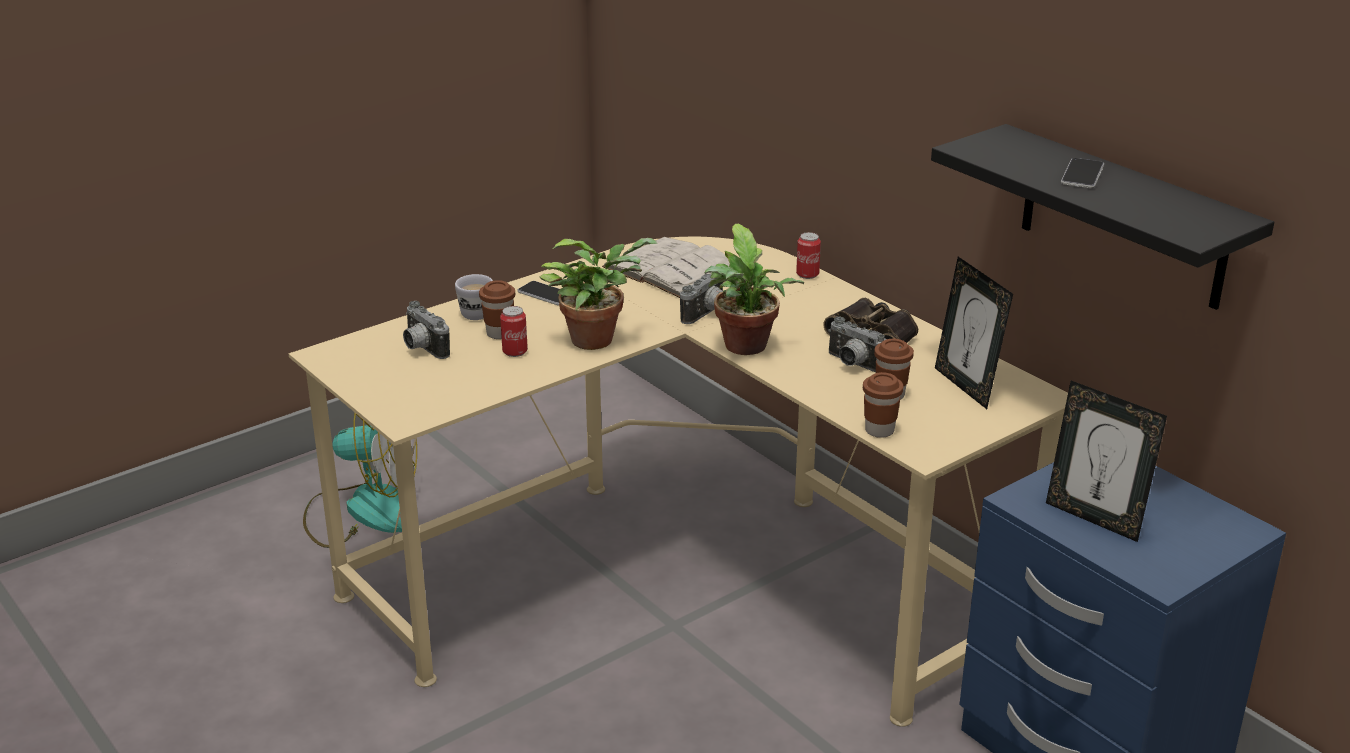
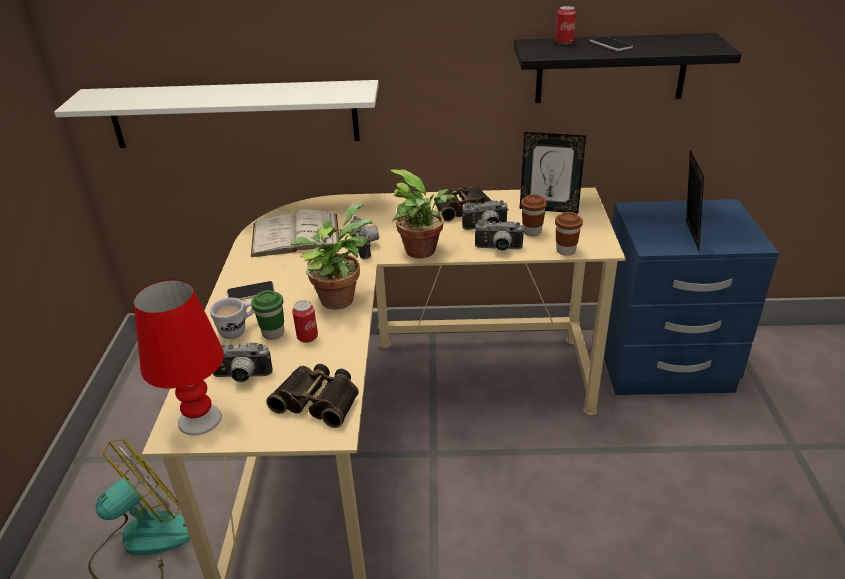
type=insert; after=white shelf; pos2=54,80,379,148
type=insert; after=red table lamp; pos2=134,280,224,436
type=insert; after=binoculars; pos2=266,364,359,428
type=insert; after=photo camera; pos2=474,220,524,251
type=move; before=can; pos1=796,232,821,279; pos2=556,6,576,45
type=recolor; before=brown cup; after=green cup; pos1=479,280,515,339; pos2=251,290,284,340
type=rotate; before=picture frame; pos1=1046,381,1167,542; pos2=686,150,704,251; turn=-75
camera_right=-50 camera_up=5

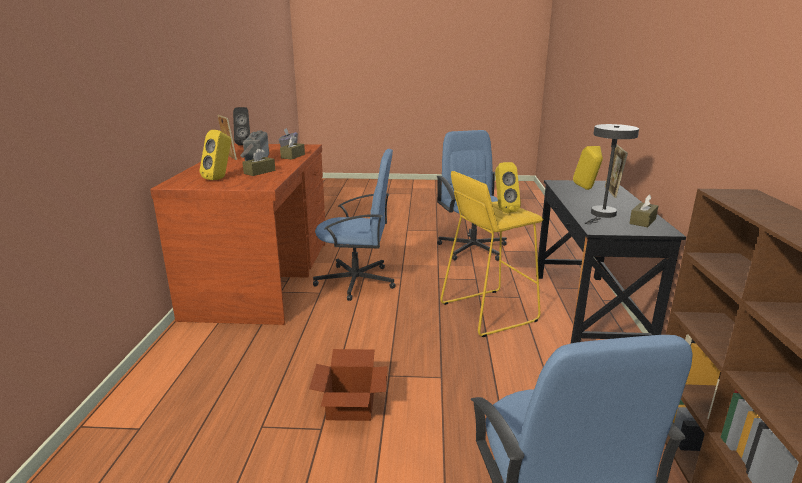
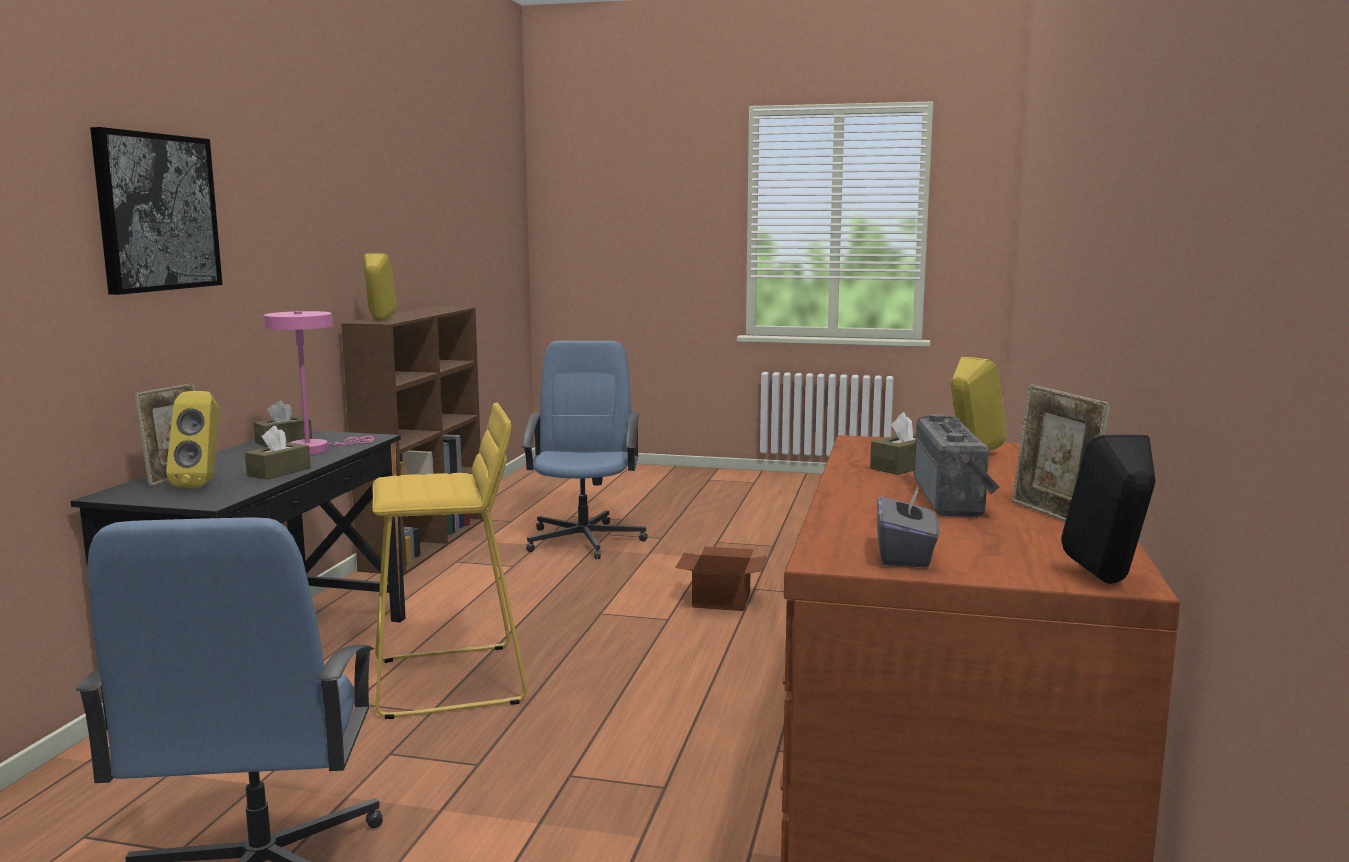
type=delete; before=blue office chair; pos1=313,149,396,301
type=insert; after=picture; pos2=90,127,222,295
type=move; before=brown tissue box; pos1=280,135,305,159; pos2=245,426,311,480
type=move; before=yellow speaker; pos1=495,162,521,213; pos2=363,253,397,321
type=recolor; before=grey table lamp; after=pink table lamp; pos1=585,124,639,224; pos2=264,311,374,455
camera_right=-170 camera_up=-10

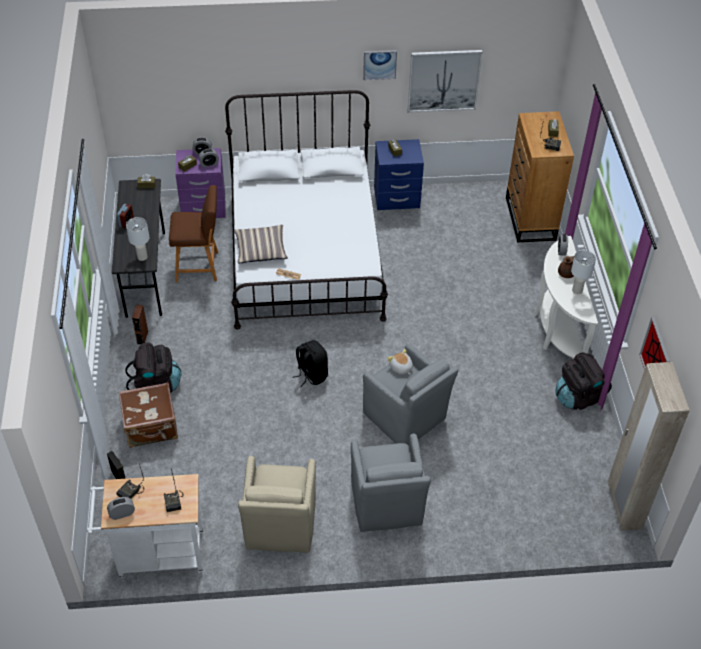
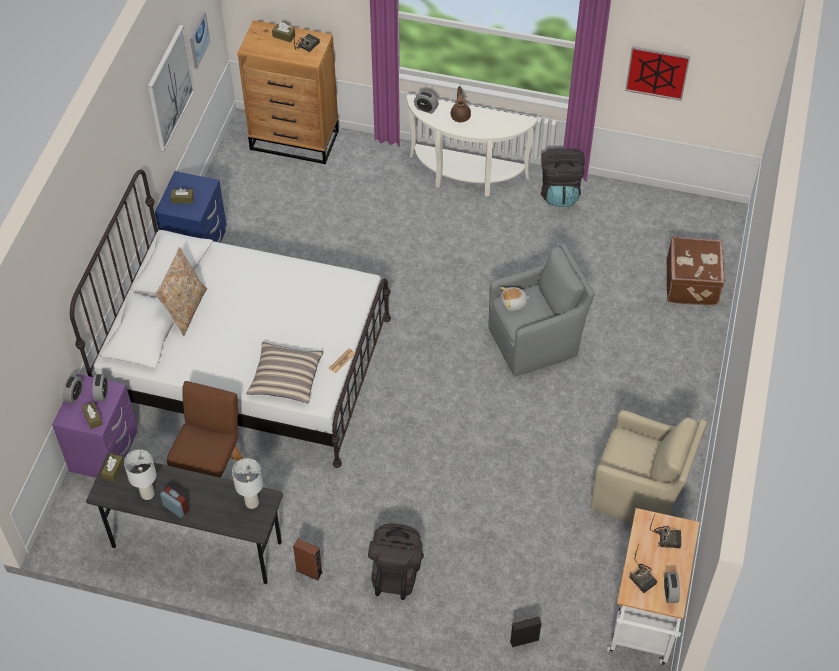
type=delete; before=black backpack; pos1=293,340,328,387
type=delete; before=grey armchair; pos1=351,433,431,532
type=delete; before=beige wardrobe; pos1=608,362,690,531
type=insert; after=beige pillow; pos2=155,247,207,336
type=move; before=brown suitcase; pos1=119,382,178,448; pos2=666,237,726,306
type=move; before=picture; pos1=363,50,397,80; pos2=190,12,210,69
type=move; before=white table lamp; pos1=571,250,596,294; pos2=124,450,156,500
camera_right=-70 camera_up=5

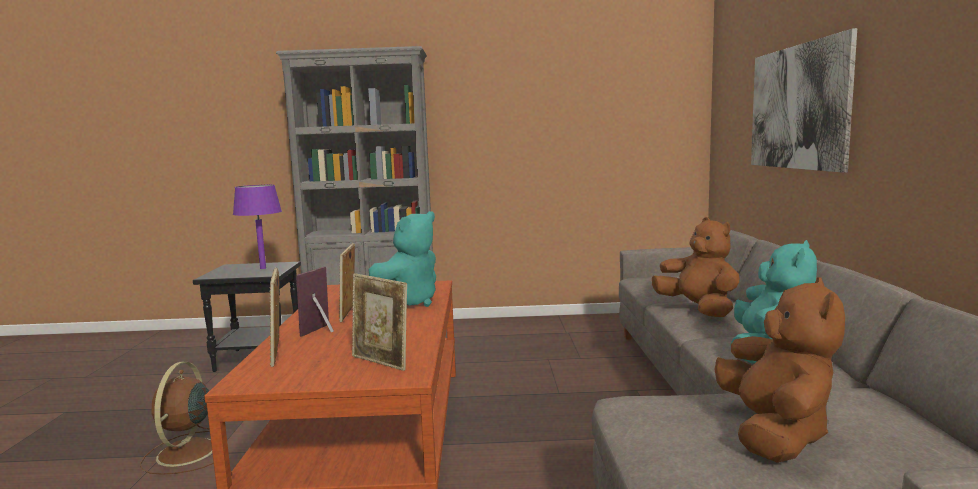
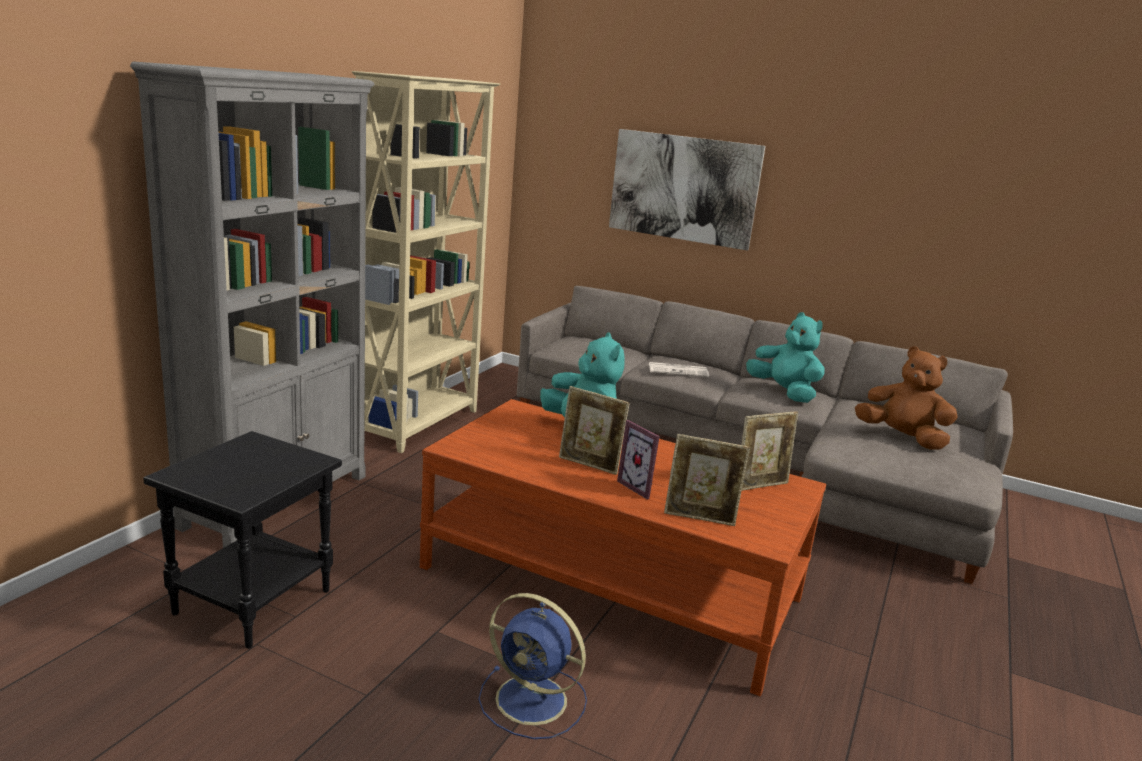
type=delete; before=purple table lamp; pos1=233,185,282,269
type=insert; after=beige bookcase; pos2=352,71,501,453
type=replace; before=brown plush toy; after=newspaper; pos1=652,217,740,317; pos2=649,362,709,378
type=recolor; before=brown fan; after=blue fan; pos1=140,362,214,475; pos2=478,593,587,739
camera_right=-65 camera_up=10

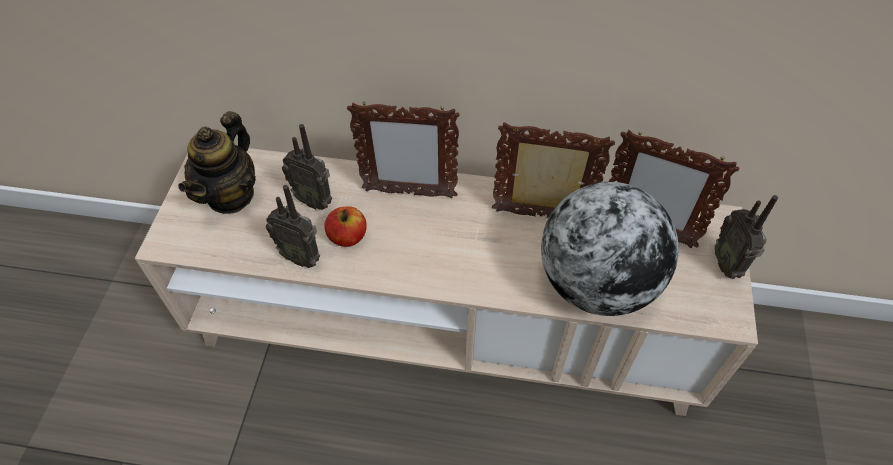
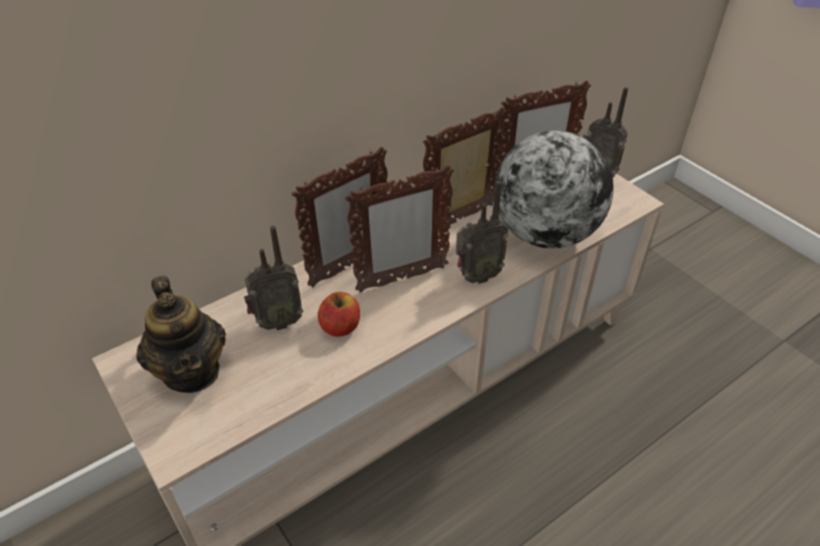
type=insert; after=picture frame; pos2=345,165,454,293
type=move; before=radio; pos1=266,185,320,268; pos2=456,181,508,284
camera_right=-45 camera_up=-10

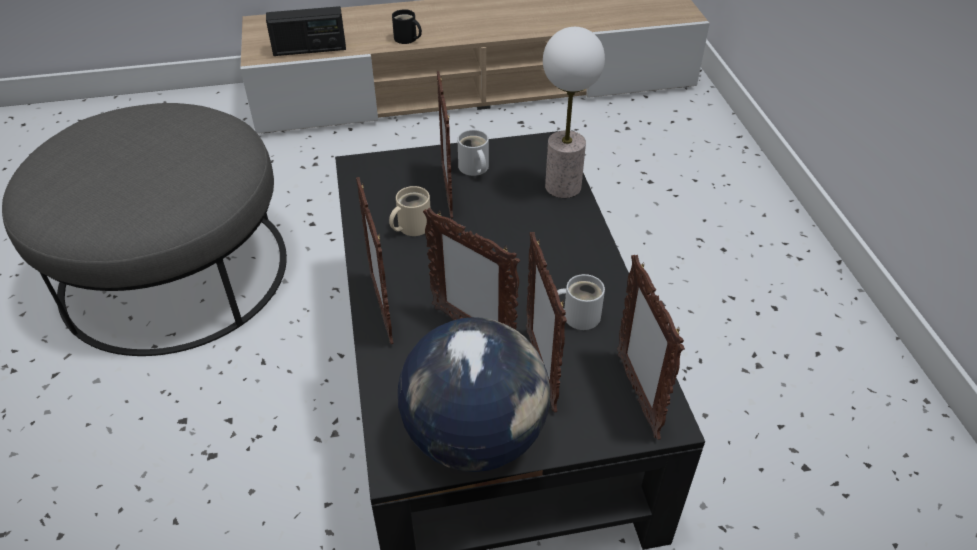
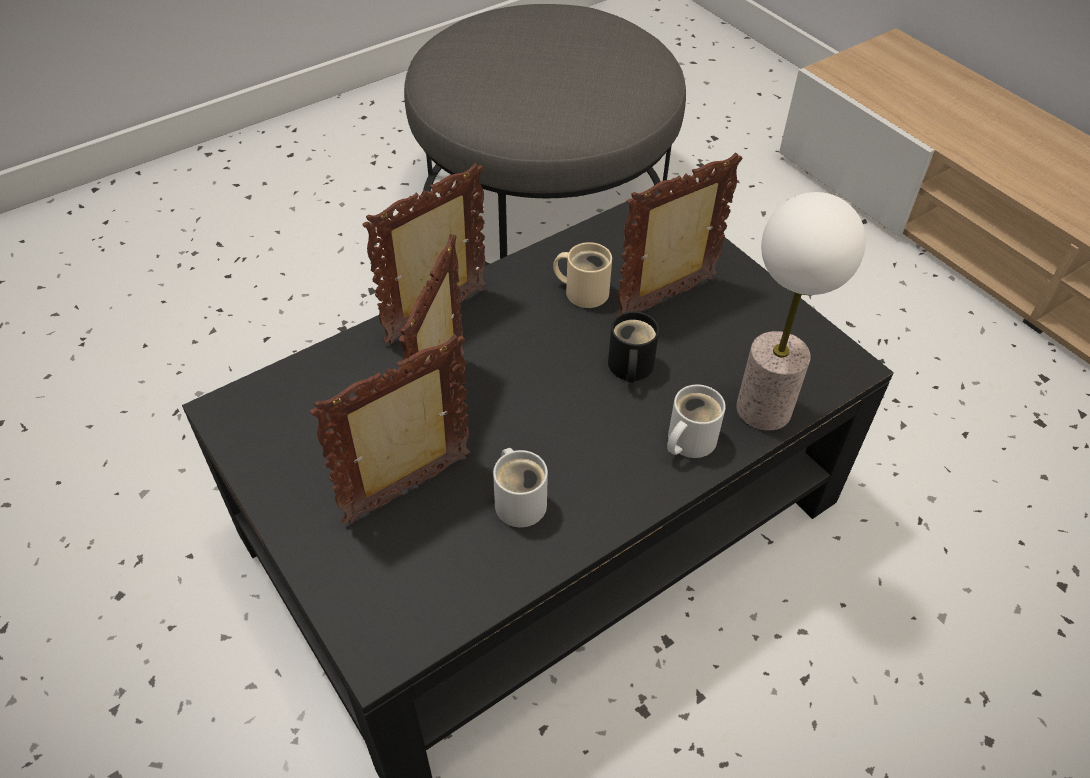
type=delete; before=radio; pos1=266,6,346,56
type=delete; before=globe; pos1=398,317,550,472
type=delete; before=picture frame; pos1=617,255,685,440
type=move; before=black mug; pos1=392,9,422,44; pos2=608,311,659,383
type=move; before=white mug; pos1=457,130,489,176; pos2=667,385,726,458
camera_right=65 camera_up=5

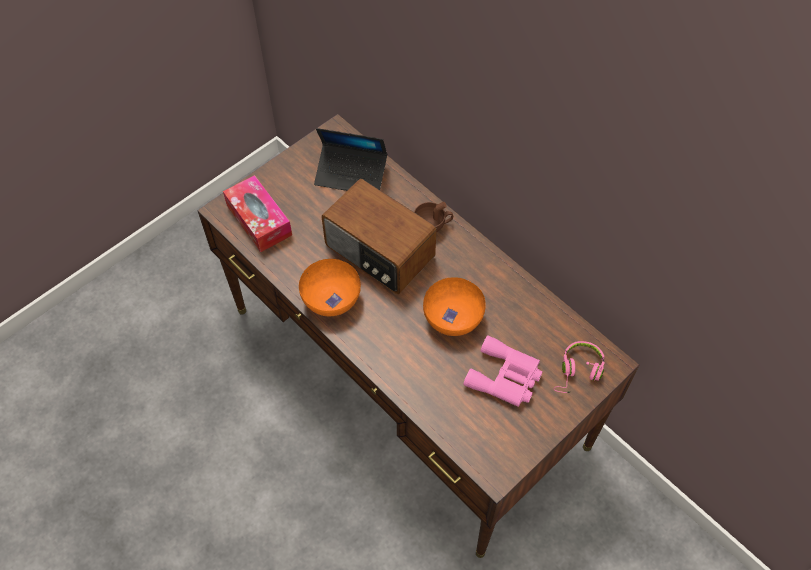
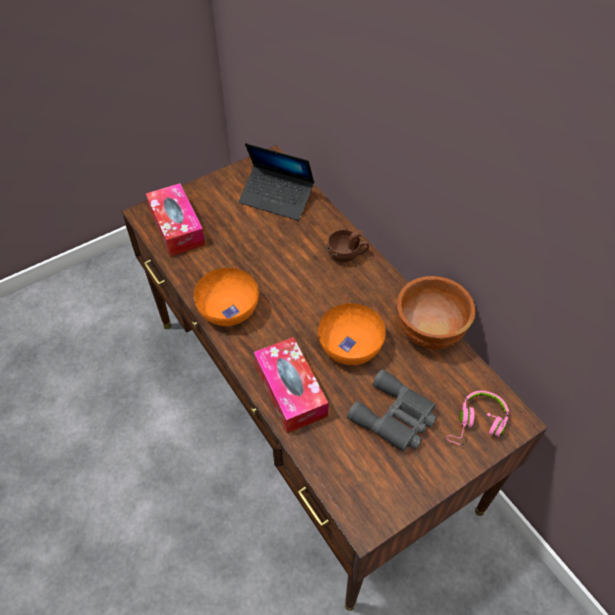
type=delete; before=radio; pos1=321,178,437,295
type=insert; after=tissue box; pos2=254,337,329,433
type=insert; after=brown bowl; pos2=397,276,475,349
type=recolor; before=pink binoculars; after=grey binoculars; pos1=463,335,542,407; pos2=347,369,437,452
camera_right=10 camera_up=-5

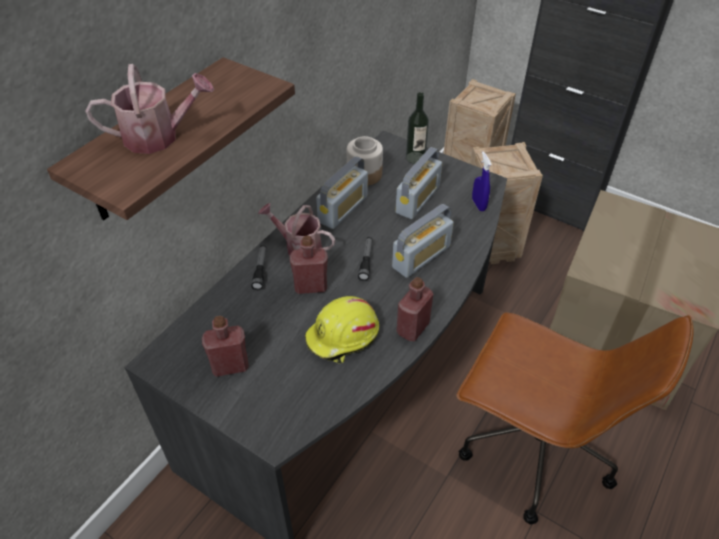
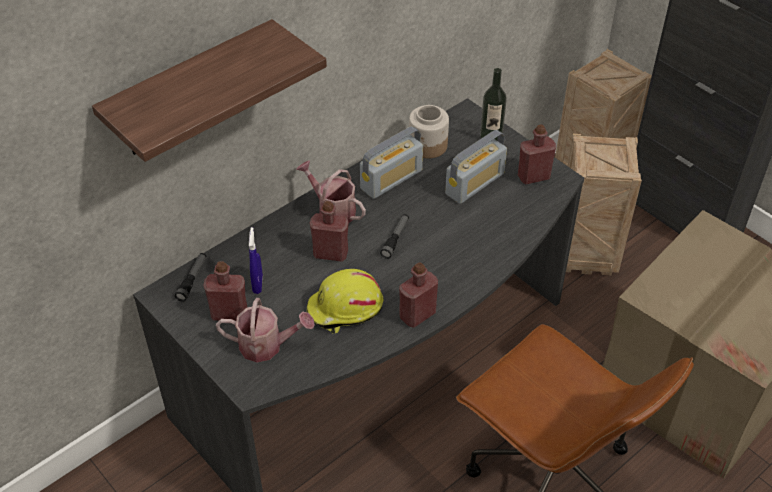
type=delete; before=radio; pos1=392,204,454,278
type=insert; after=red bottle; pos2=518,125,556,184
type=move; before=watering can; pos1=86,64,215,154; pos2=216,298,315,362
type=move; before=flashlight; pos1=251,245,266,290; pos2=175,253,206,302
type=move; before=blue spray bottle; pos1=472,151,492,211; pos2=249,227,263,294
camera_right=15 camera_up=0

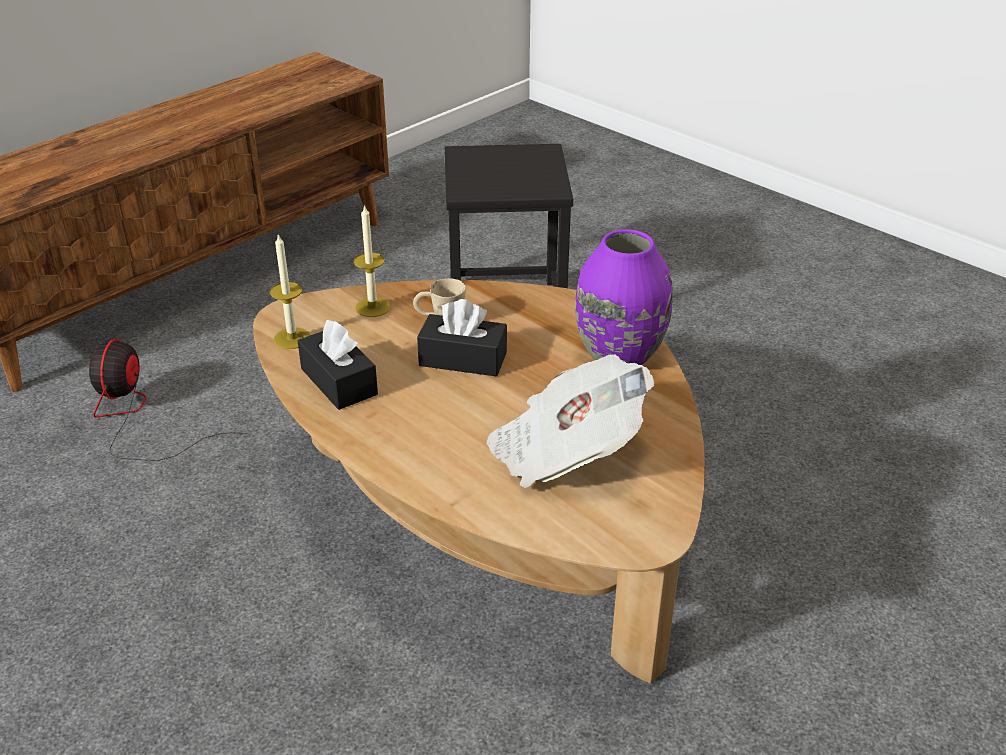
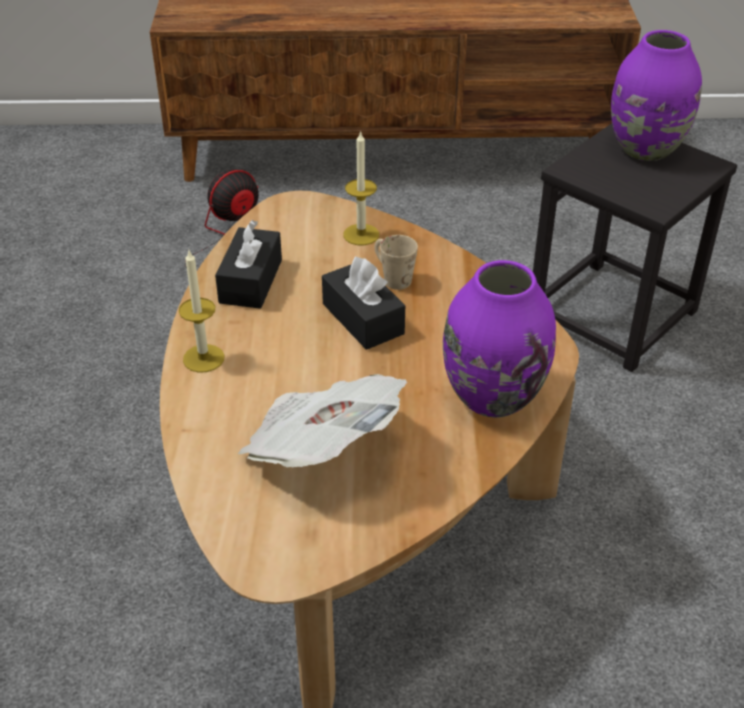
type=insert; after=purple vase; pos2=611,30,702,161
type=move; before=candle; pos1=270,234,310,349; pos2=179,251,224,373
camera_right=45 camera_up=5

